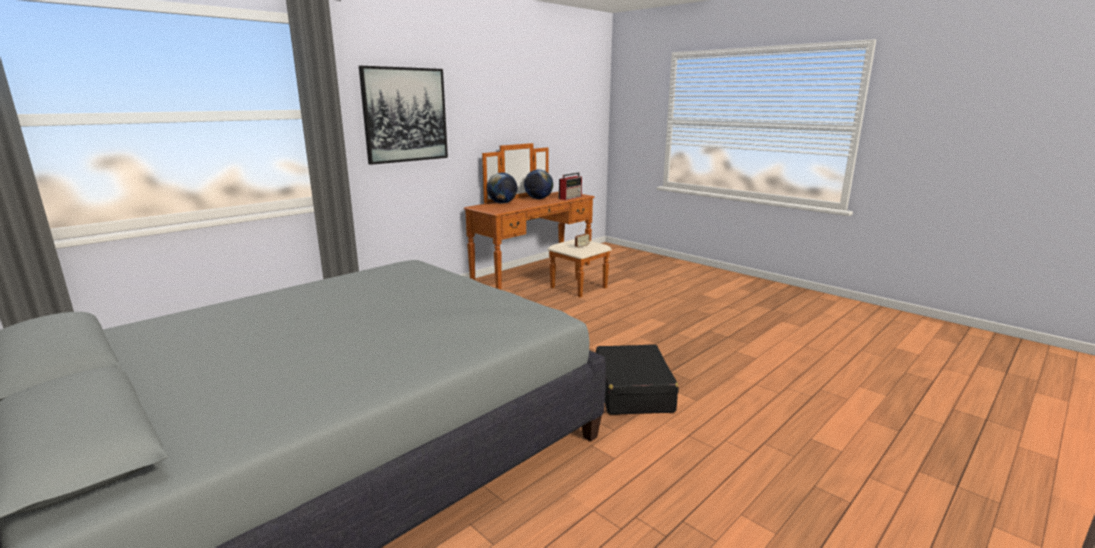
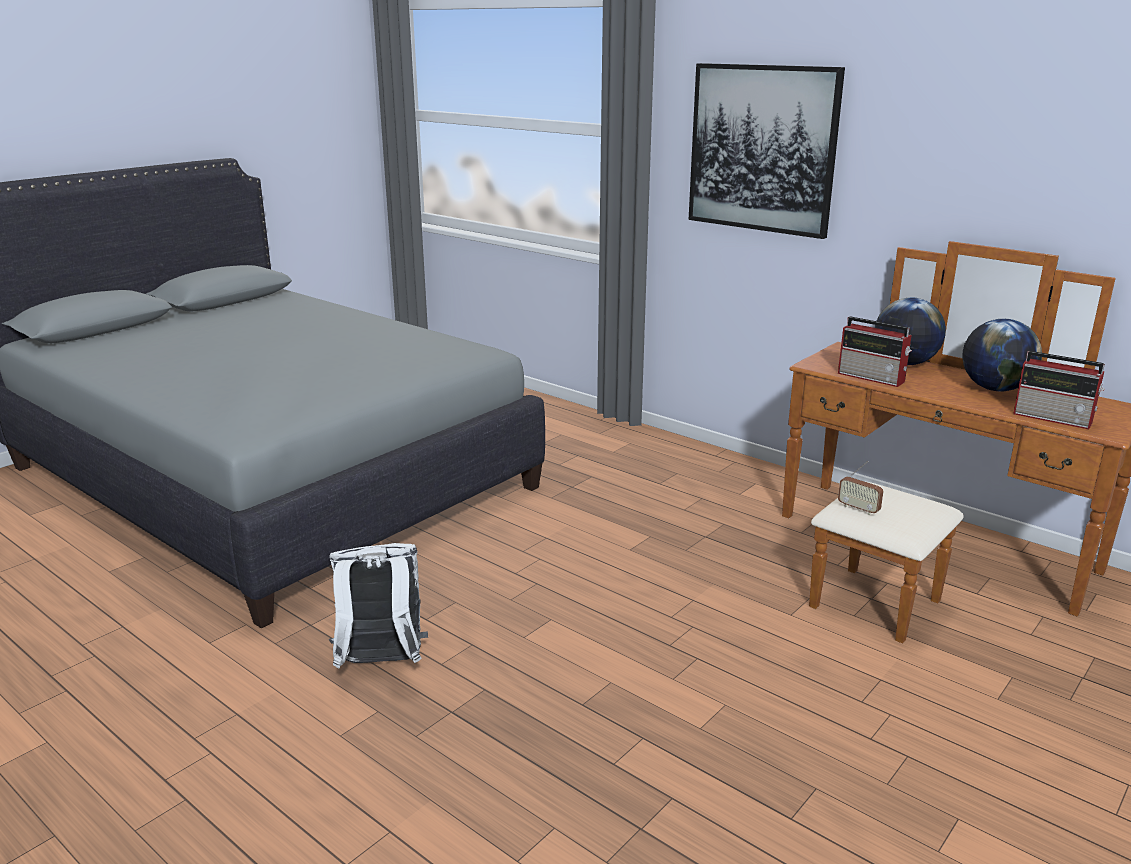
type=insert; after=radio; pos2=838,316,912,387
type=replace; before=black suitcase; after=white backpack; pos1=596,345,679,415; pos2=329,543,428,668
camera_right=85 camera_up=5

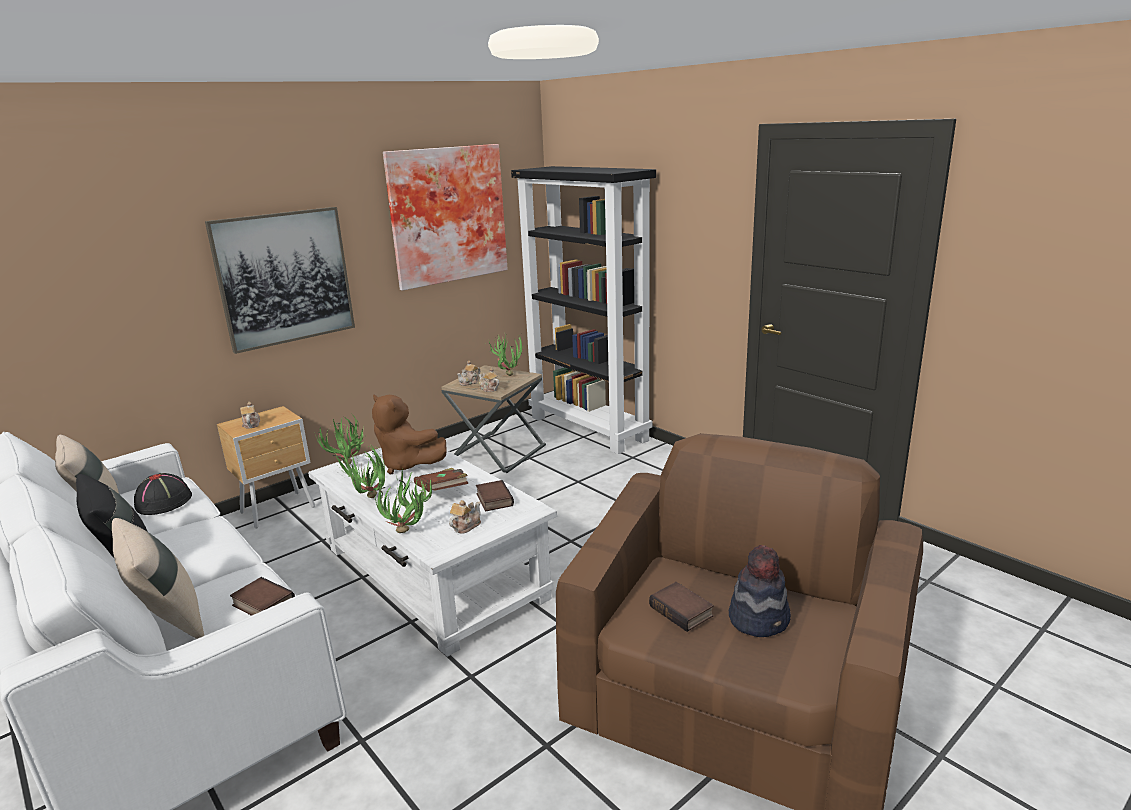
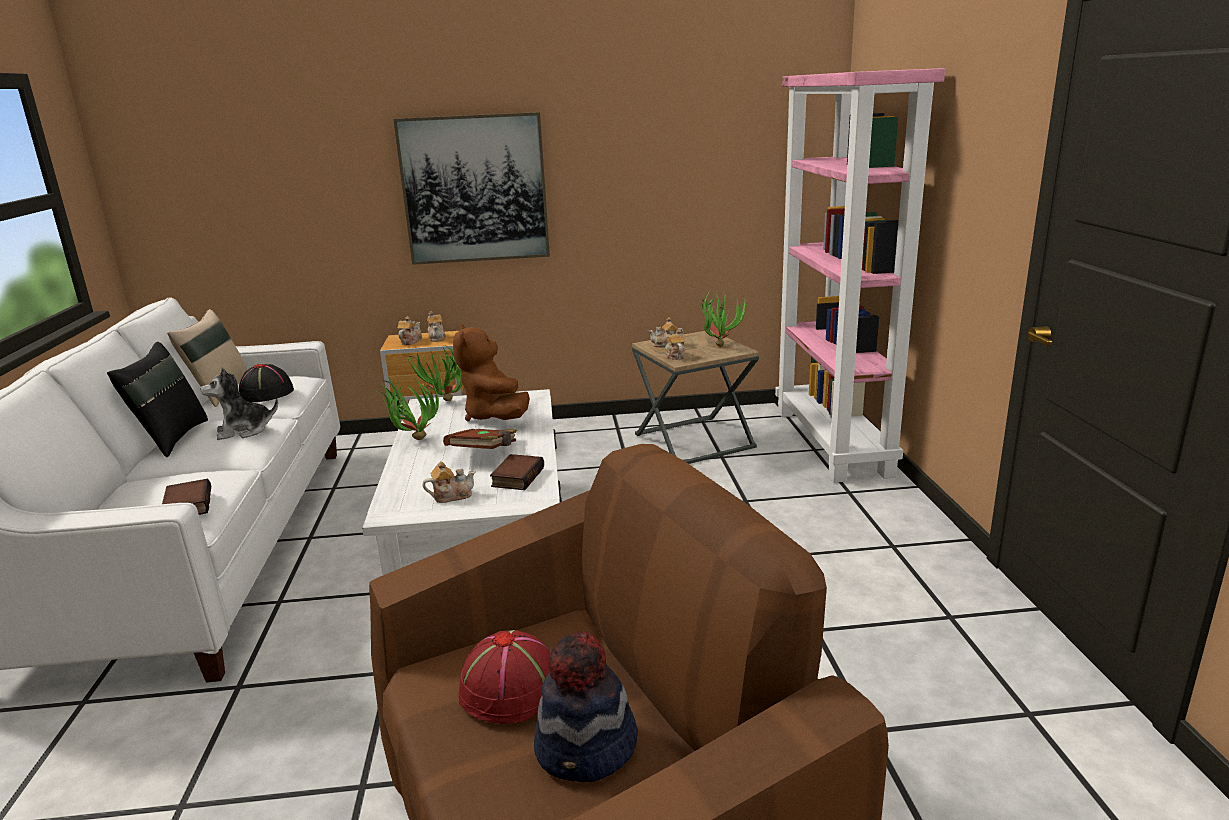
type=delete; before=beige pillow; pos1=112,518,204,639
type=delete; before=potted plant; pos1=375,469,432,533
type=delete; before=picture; pos1=383,144,508,291
type=insert; after=plush toy; pos2=200,367,278,440
type=insert; after=teapot; pos2=427,311,446,342
type=replace; before=book; after=red hat; pos1=649,582,714,632; pos2=459,630,551,724
type=recolor; before=black bookcase; after=pink bookcase; pos1=511,166,656,454; pos2=775,68,945,483
camera_right=35 camera_up=0

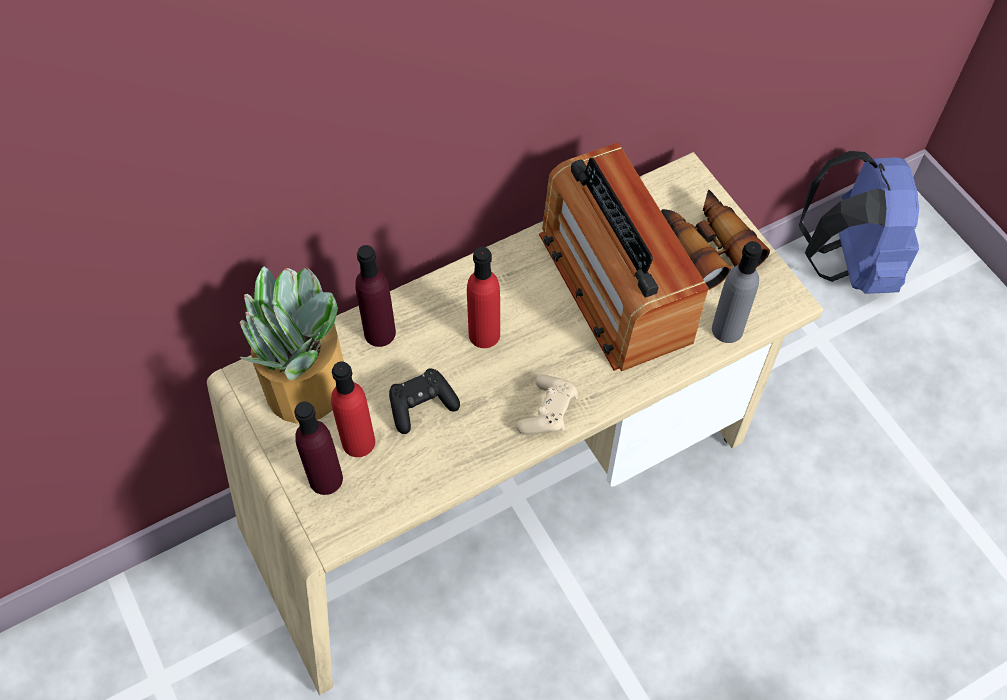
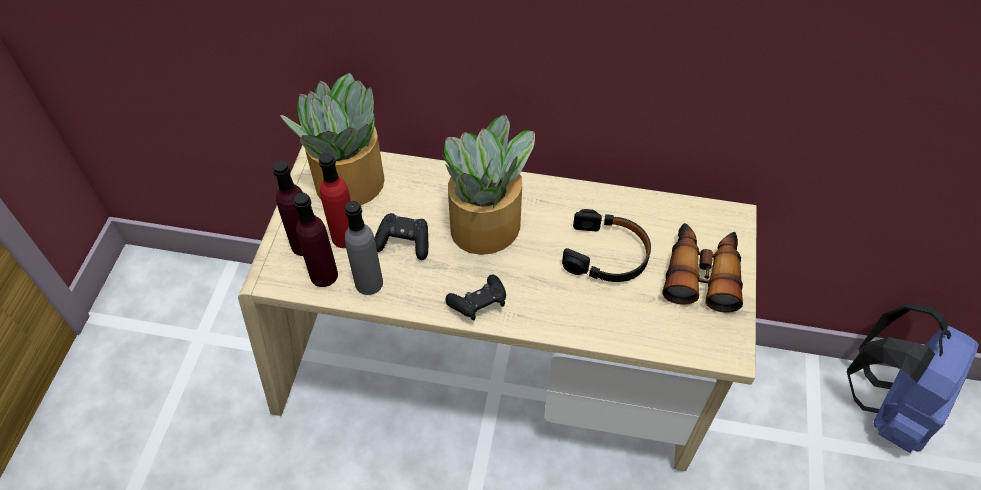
type=move; before=purple bottle; pos1=355,245,396,347; pos2=294,193,338,287
type=move; before=grey bottle; pos1=712,241,762,343; pos2=345,201,383,295
type=replace; before=red bottle; after=potted plant; pos1=467,247,500,348; pos2=442,114,535,255
type=replace; before=radio; after=black headphones; pos1=539,143,709,371; pos2=562,209,651,282
type=recolor; before=beige game controller; after=black game controller; pos1=516,375,578,435; pos2=446,275,506,320
camera_right=40 camera_up=-5

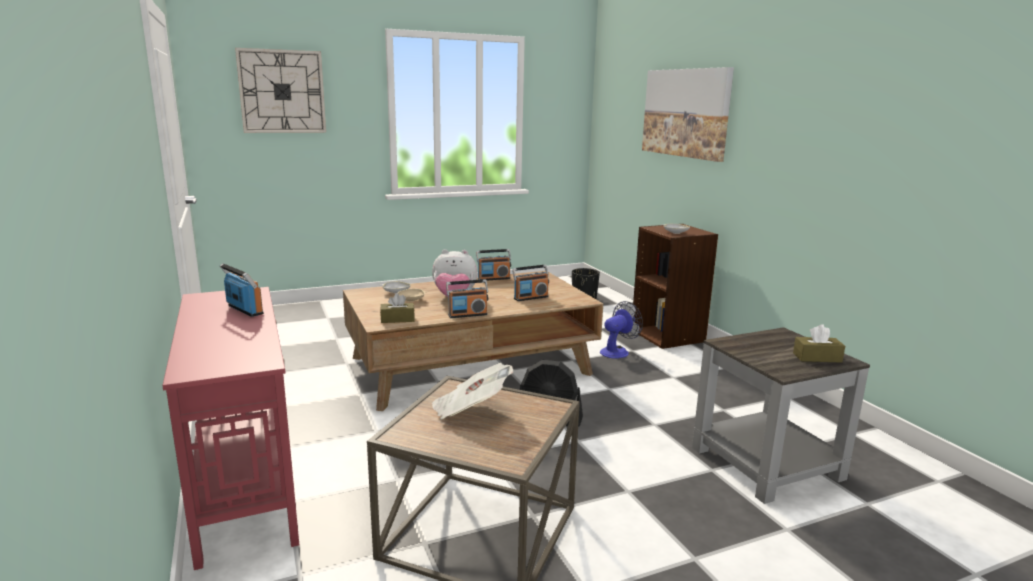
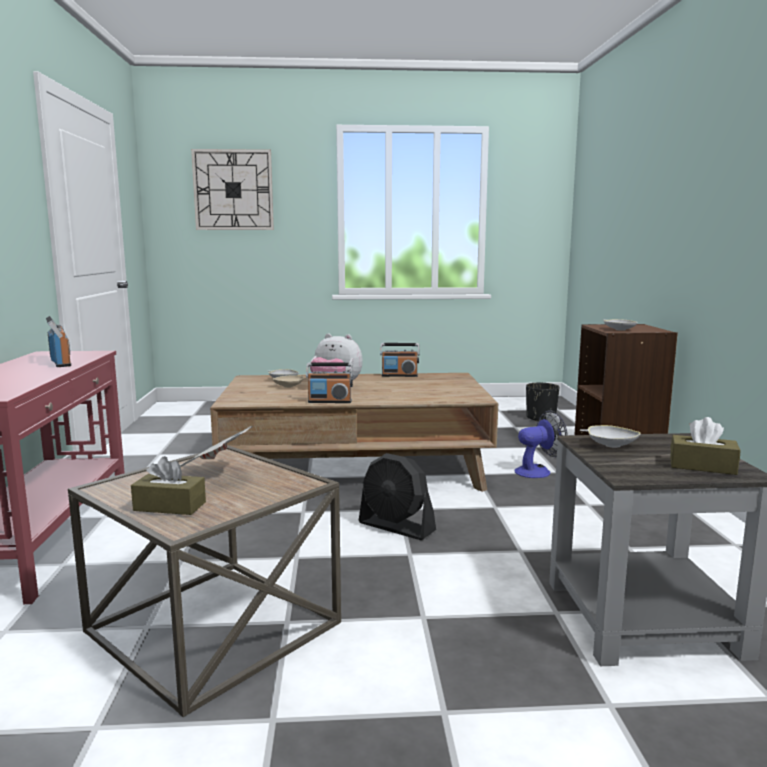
type=delete; before=radio; pos1=512,265,549,301
type=delete; before=picture; pos1=642,67,734,162
type=insert; after=white bowl; pos2=580,425,641,448
type=move; before=brown tissue box; pos1=380,293,415,323; pos2=131,456,206,515
camera_right=20 camera_up=-5

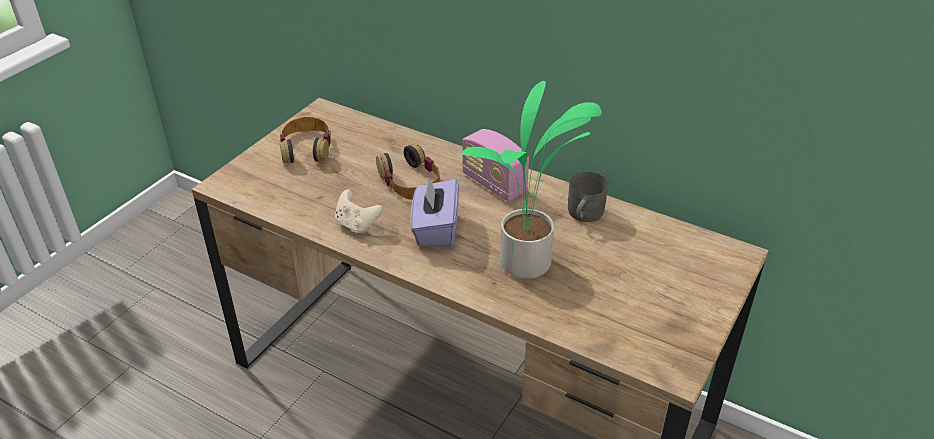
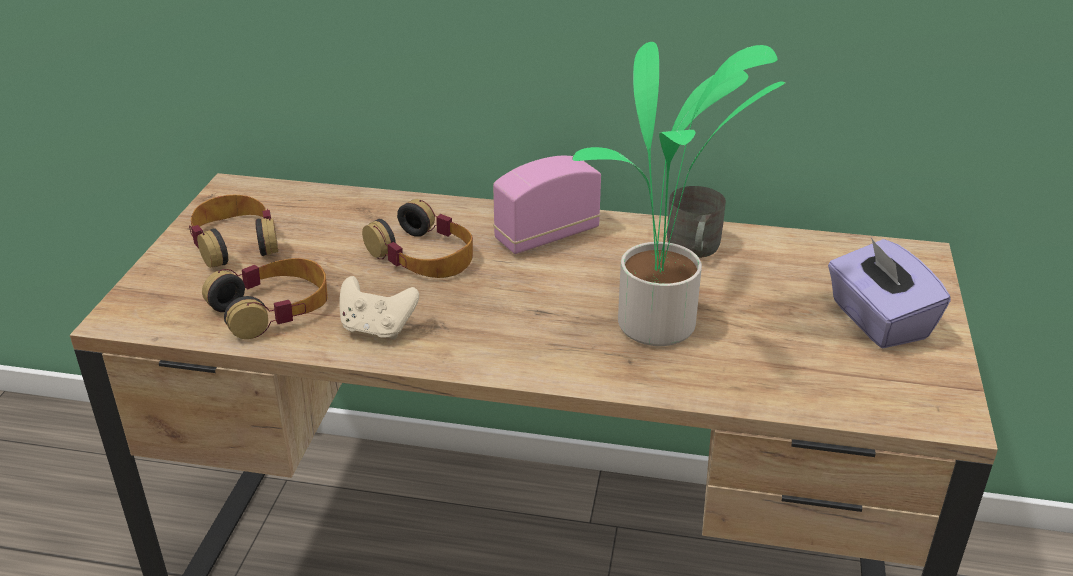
type=insert; after=headphones; pos2=202,258,328,339
type=move; before=purple tissue box; pos1=411,177,459,247; pos2=828,238,951,348
type=rotate; before=radio; pos1=462,129,529,202; pos2=493,156,601,254; turn=120
camera_right=-20 camera_up=-5

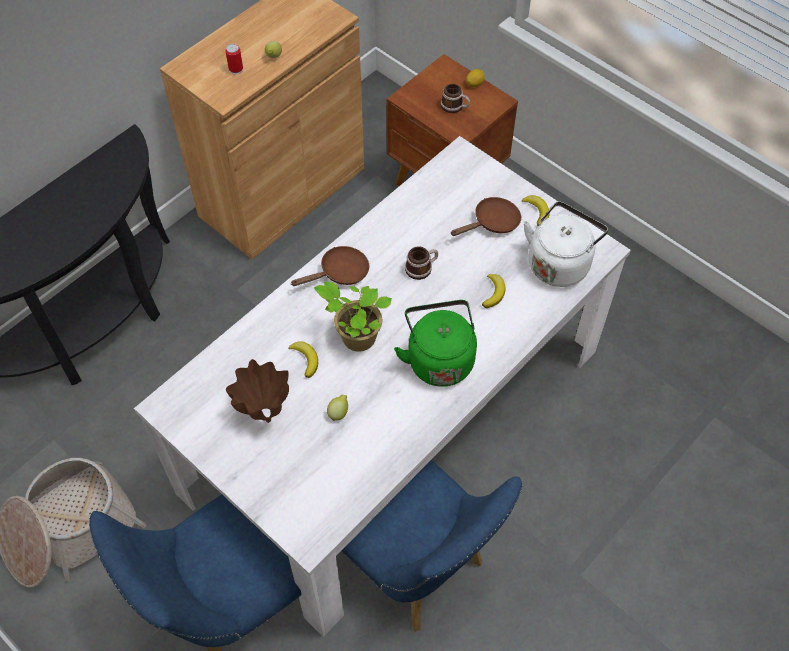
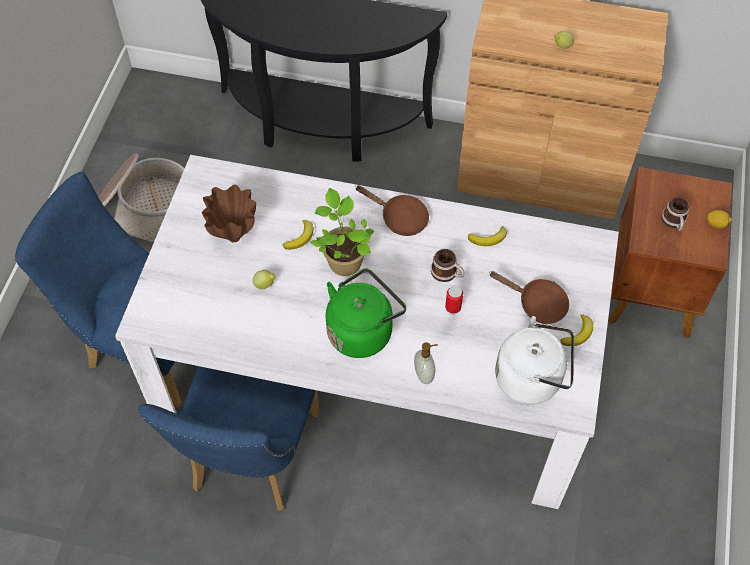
type=insert; after=soap dispenser; pos2=414,342,438,384
type=move; before=can; pos1=225,44,243,74; pos2=445,286,463,314
type=move; before=banana; pos1=482,274,506,308; pos2=468,226,507,246
camera_right=60 camera_up=0

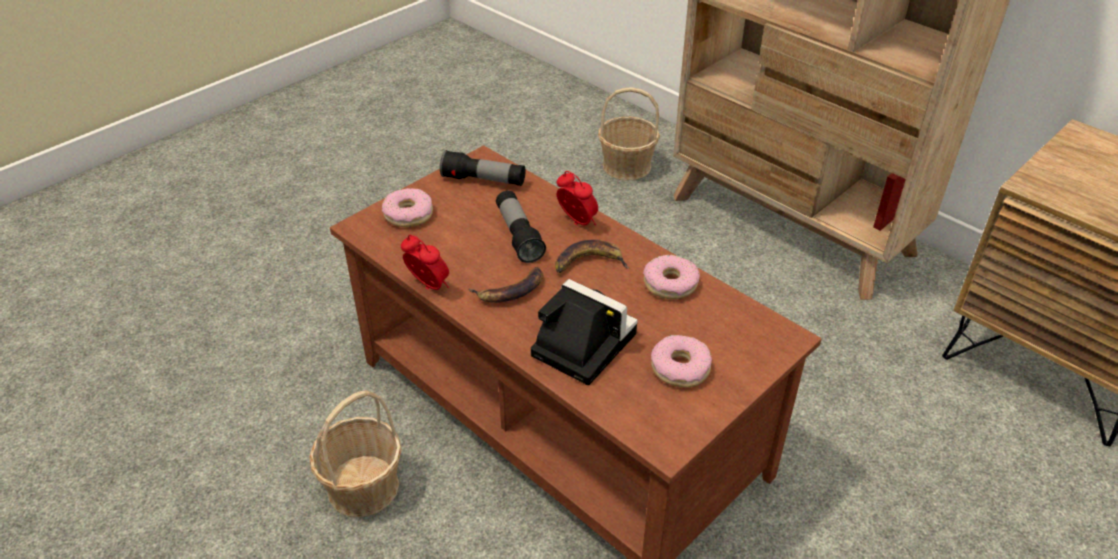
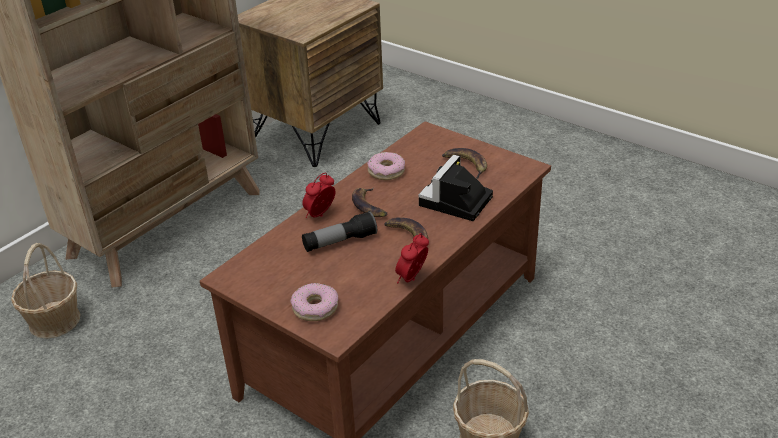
type=delete; before=flashlight; pos1=440,150,526,186
type=replace; before=donut; after=banana; pos1=651,335,712,388; pos2=442,148,487,180
camera_right=-95 camera_up=-5

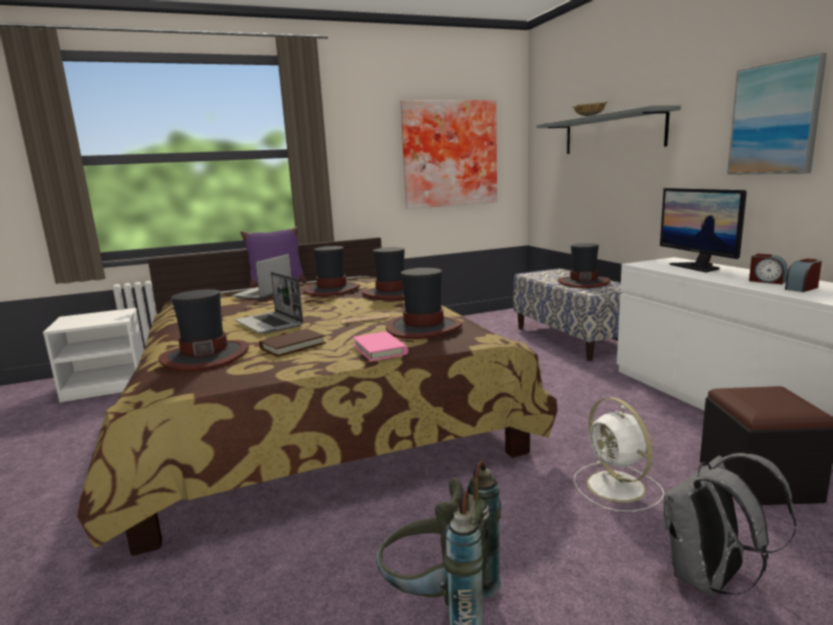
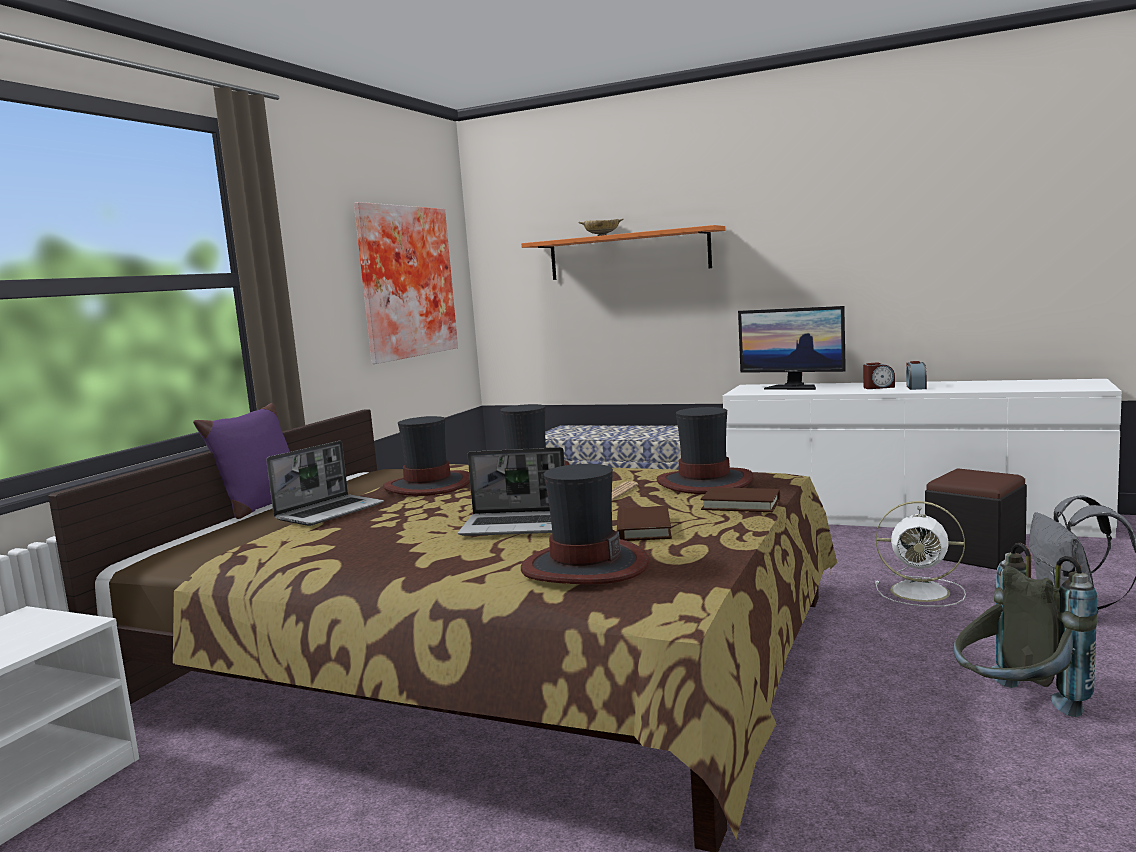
type=delete; before=hat; pos1=558,243,610,288
type=delete; before=picture; pos1=727,53,827,175
type=recolor; before=pink book; after=brown book; pos1=352,331,408,361; pos2=701,487,780,512
type=recolor; before=grey shelf; after=orange shelf; pos1=536,105,681,154; pos2=521,225,725,280
type=rotate; before=laptop; pos1=232,254,292,300; pos2=266,441,384,526; turn=-120
camera_right=-45 camera_up=-5

